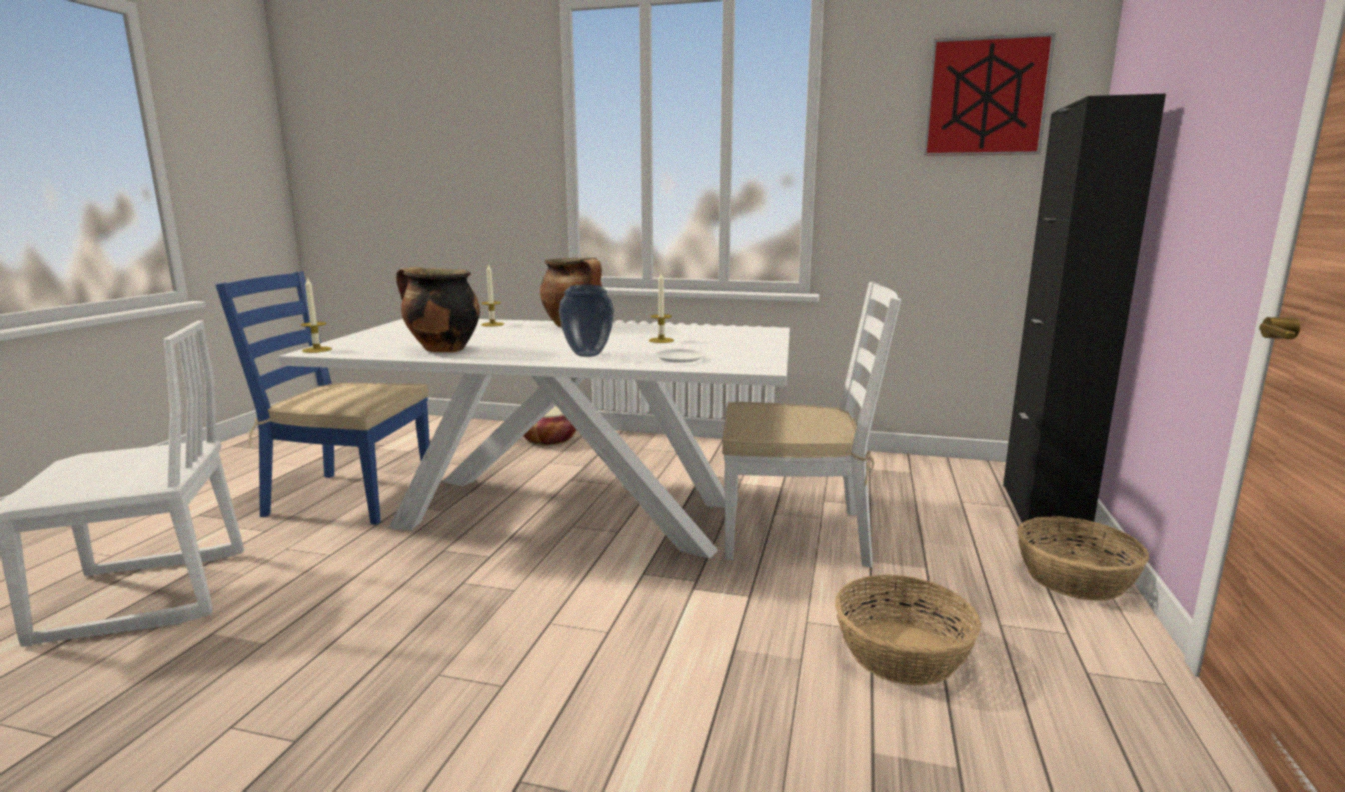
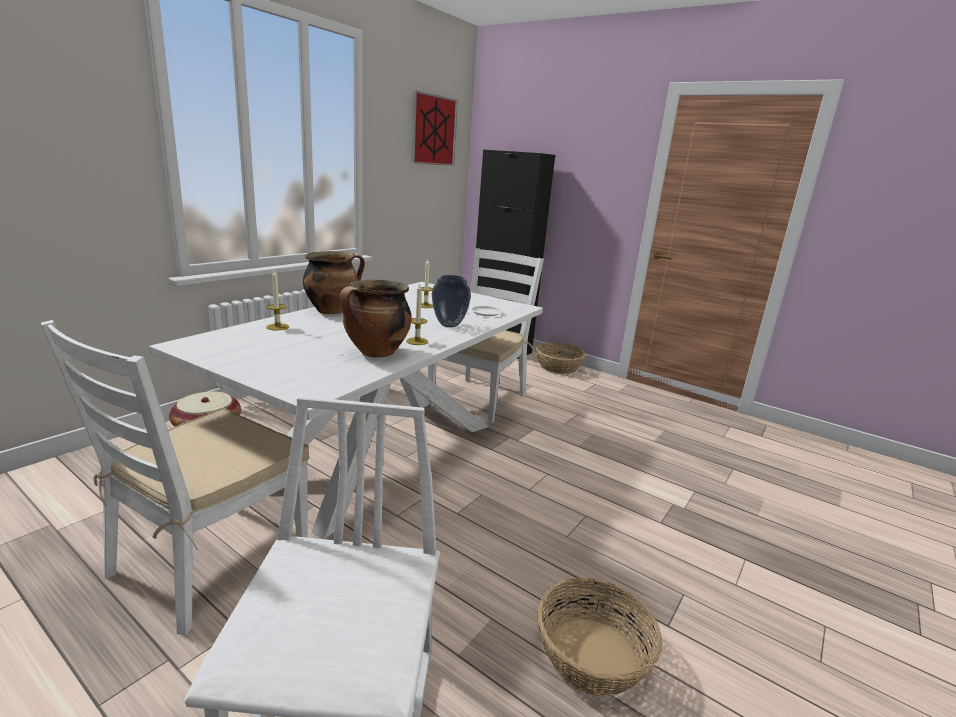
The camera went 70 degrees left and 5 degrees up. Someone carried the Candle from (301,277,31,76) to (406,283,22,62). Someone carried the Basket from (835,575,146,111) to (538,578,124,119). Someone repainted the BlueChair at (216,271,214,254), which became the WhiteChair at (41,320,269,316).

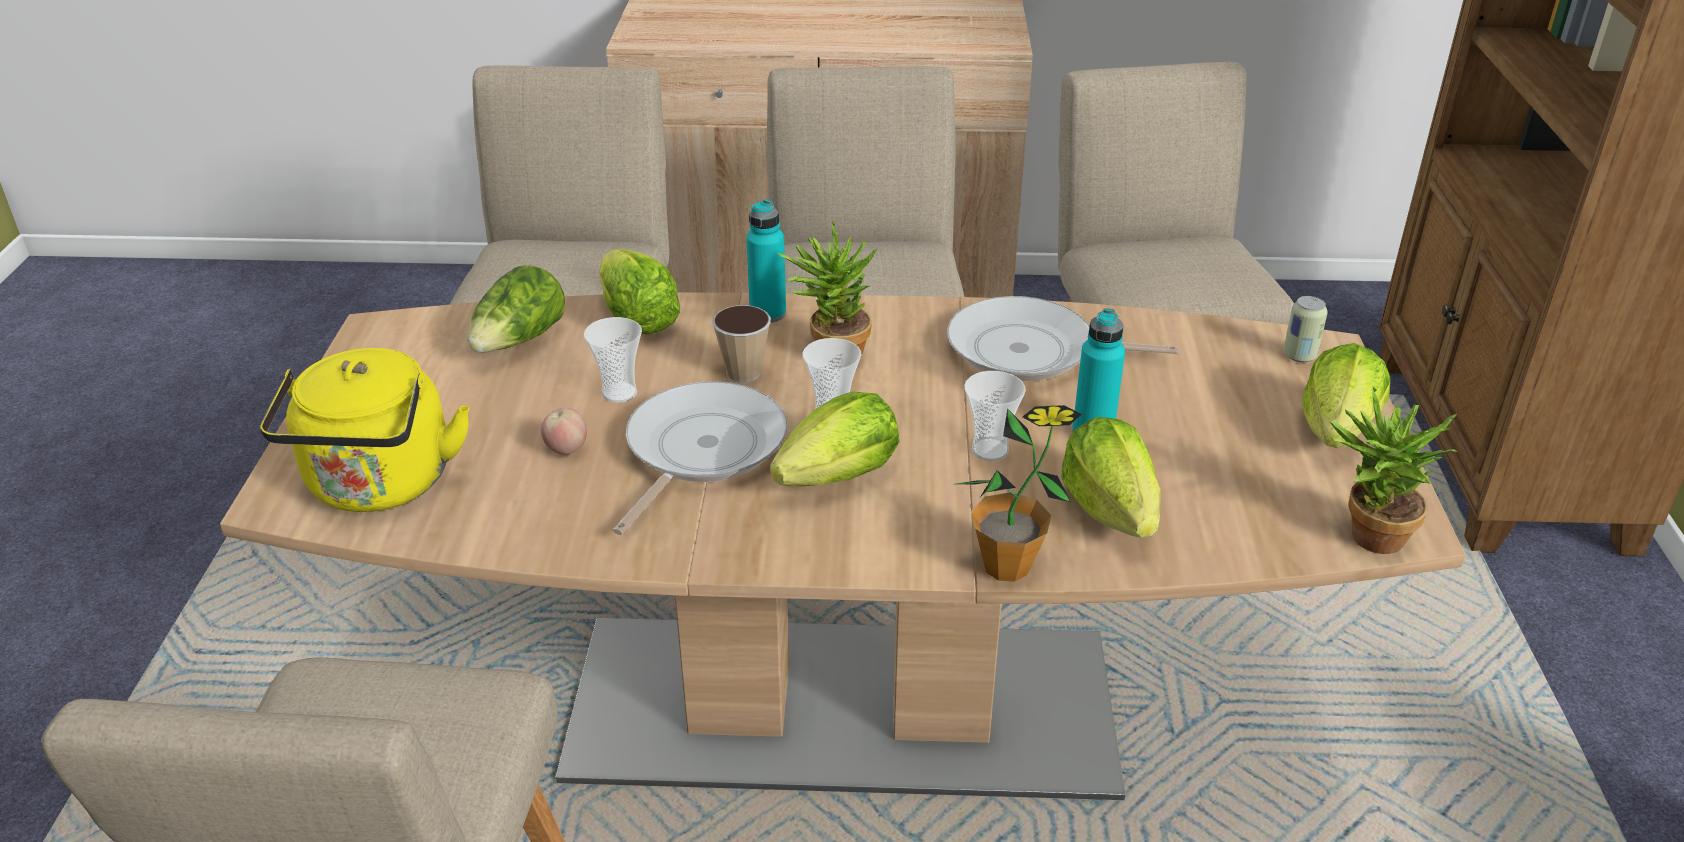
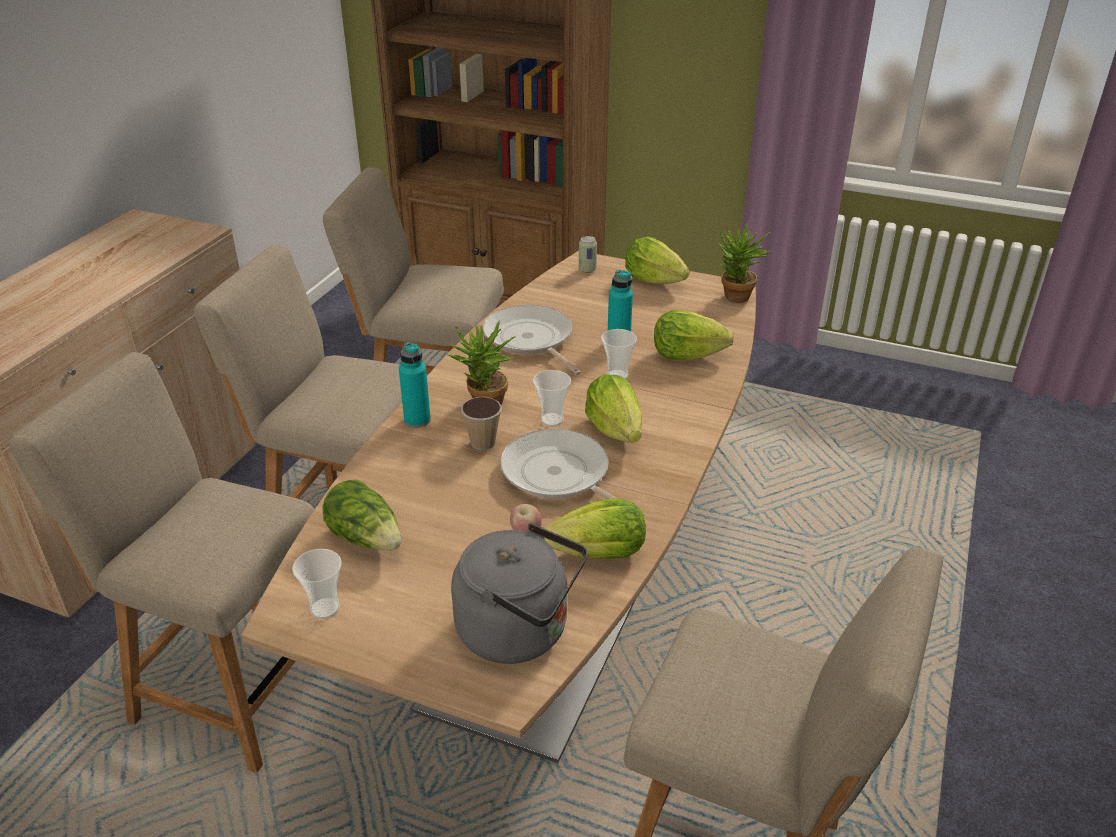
The camera went 70 degrees left and 0 degrees up. Someone took away the PottedPlant at (957,405,125,177). Someone carried the Cup from (584,317,58,86) to (292,549,49,70). Someone carried the Lettuce from (599,249,81,85) to (544,498,102,61). Someone repainted the YellowKettle at (260,348,210,164), which became the GreyKettle at (451,523,137,141). Someone rotated the FryingPan at (947,296,231,85) by 120 degrees clockwise.

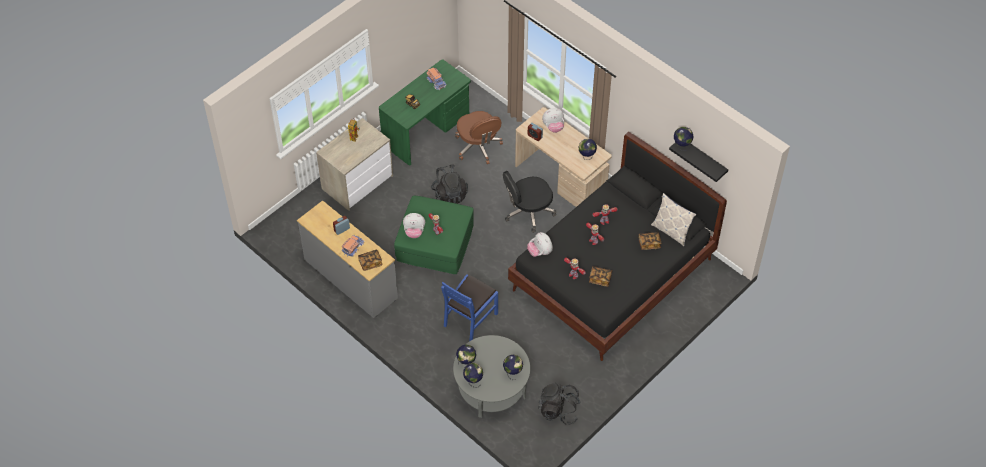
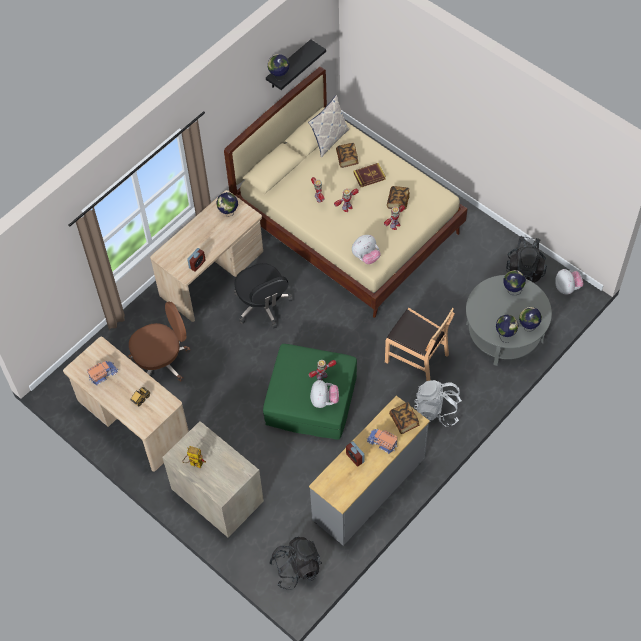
The camera went 90 degrees left and 5 degrees up. Someone put down the Book at (354,163,32,24). Someone put down the WhiteBackpack at (414,380,48,47). Someone carried the BlackBackpack from (431,164,37,40) to (269,537,53,53). Someone carried the PlushToy from (542,108,22,25) to (556,269,27,26). Someone repainted the GreenDesk at (379,59,92,106), which became the BeigeDesk at (63,337,126,135). Someone repainted the BlueChair at (441,274,57,67), which became the BrownChair at (385,308,70,73). Someone repainted the BlackBed at (508,132,219,229), which became the BeigeBed at (224,67,244,251).

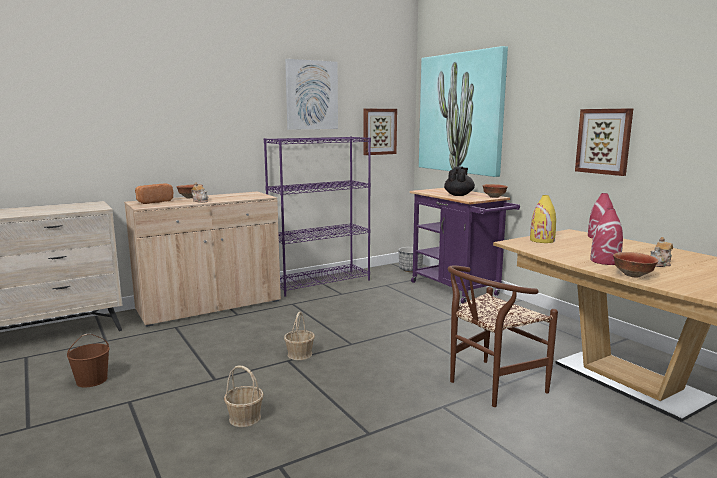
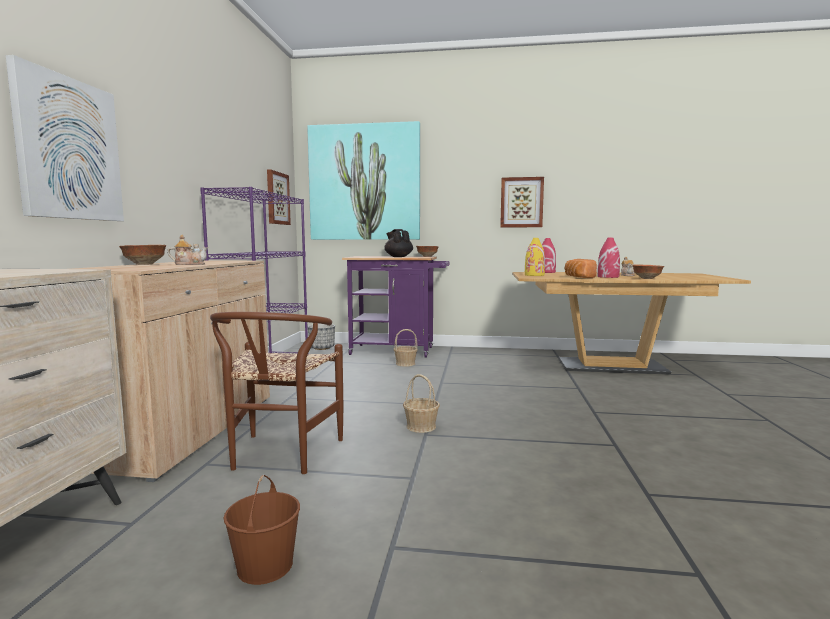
The camera went 50 degrees left and 5 degrees down. Someone carried the Bread from (135,184,38,20) to (565,259,32,19). Someone carried the Basket from (224,366,40,61) to (394,329,24,38). Someone carried the Picture from (285,59,53,71) to (5,55,119,166). Someone carried the BrownChair from (448,266,110,141) to (210,312,133,162).

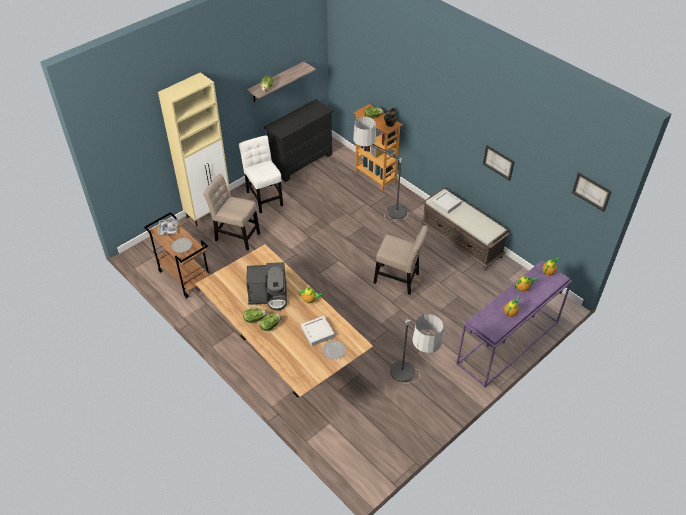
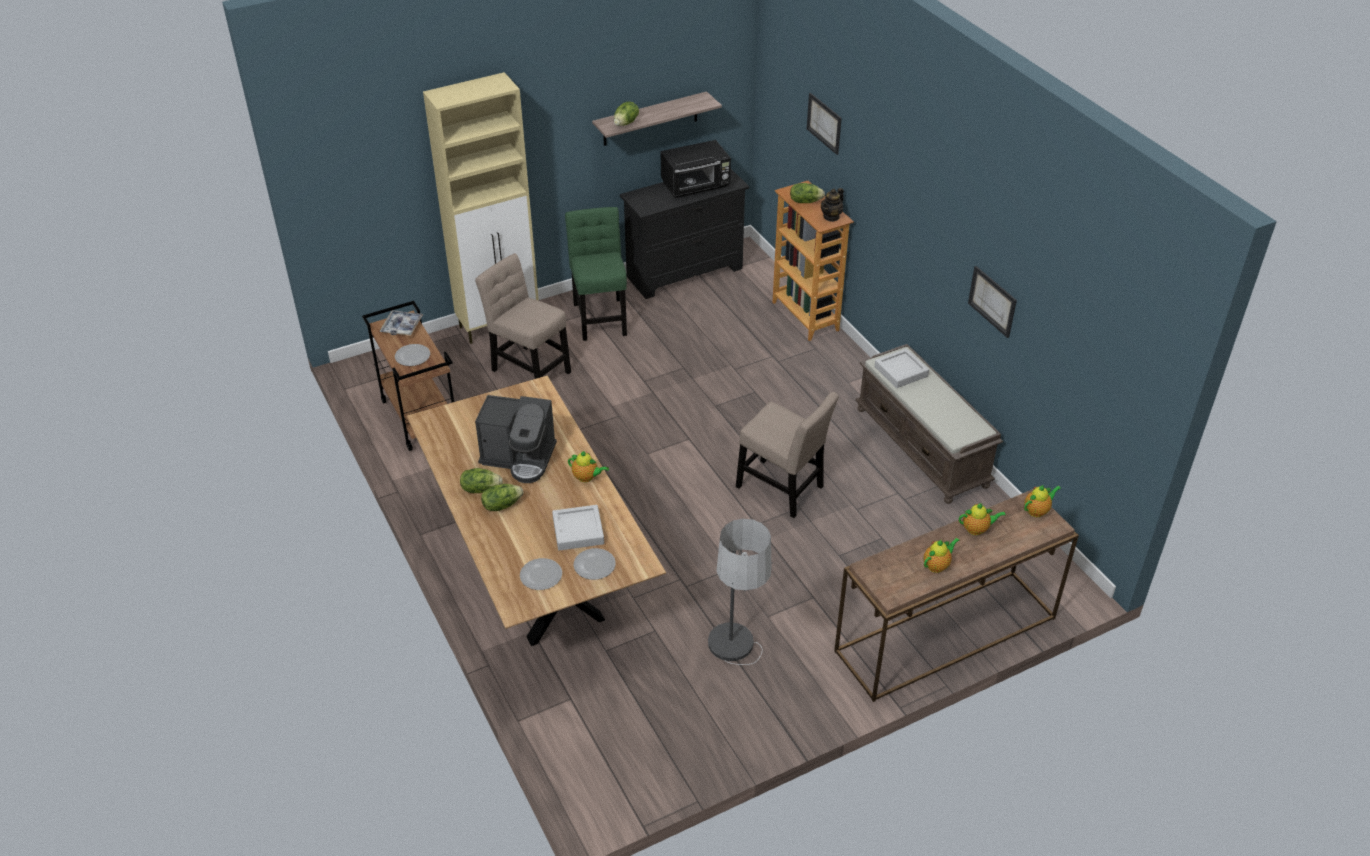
The camera went 15 degrees right and 5 degrees down. Someone took away the FloorLamp at (353,117,56,105). Someone put down the Plate at (520,558,42,32). Someone put down the BlackMicrowave at (661,140,70,58). Someone carried the Picture from (572,172,40,40) to (807,93,35,62). Someone repainted the WhiteChair at (239,135,44,78), which became the GreenChair at (565,207,62,134). Someone repainted the PurpleConsoleTable at (456,260,116,127), which became the BrownConsoleTable at (834,489,245,213).

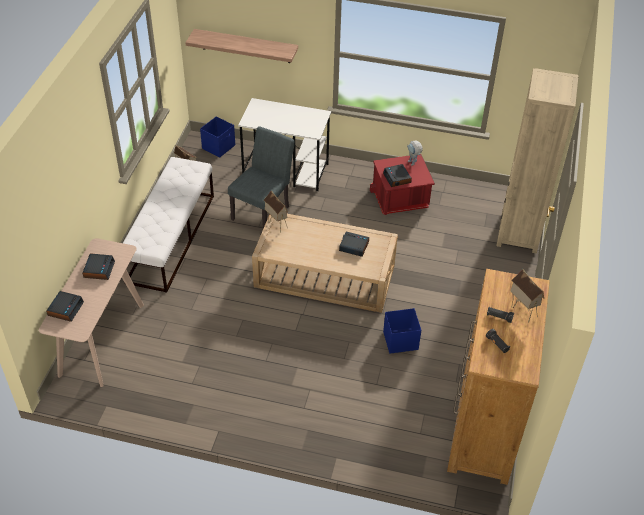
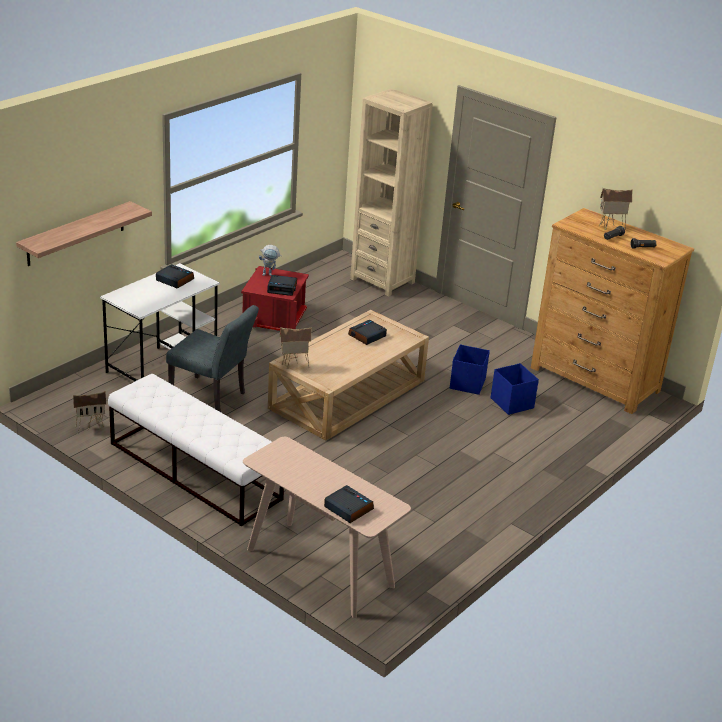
The camera went 65 degrees left and 15 degrees down. Someone carried the AlarmClock from (82,254,33,26) to (156,264,38,25). Someone carried the BlueStorageBox from (200,116,35,42) to (491,363,48,52). Someone rotated the GreyChair at (228,126,67,103) by 150 degrees clockwise.

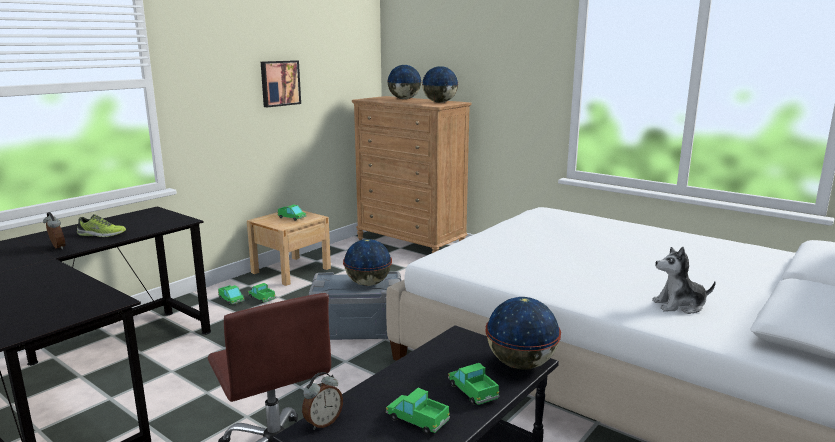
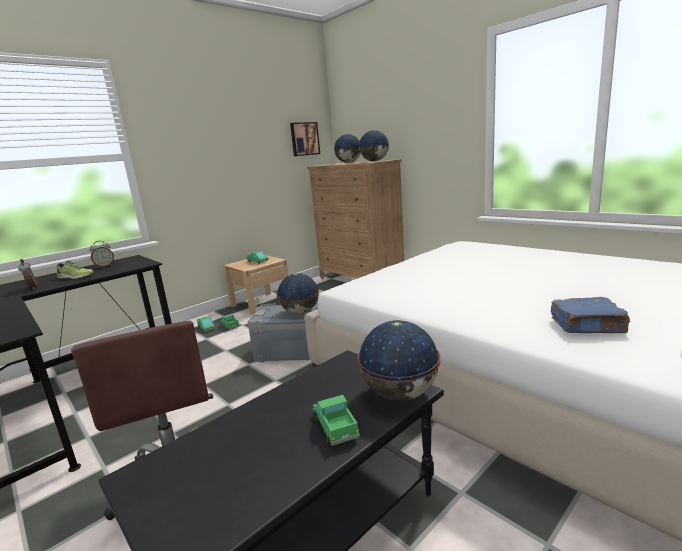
The camera went 10 degrees right and 0 degrees up. Someone took away the ToyTruck at (386,388,64,47). Someone carried the Picture from (261,60,40,47) to (290,122,30,34). Someone carried the AlarmClock from (302,372,41,58) to (90,241,24,27). Someone swapped the PlushToy at (652,247,64,67) for the BlueBook at (551,297,79,36).

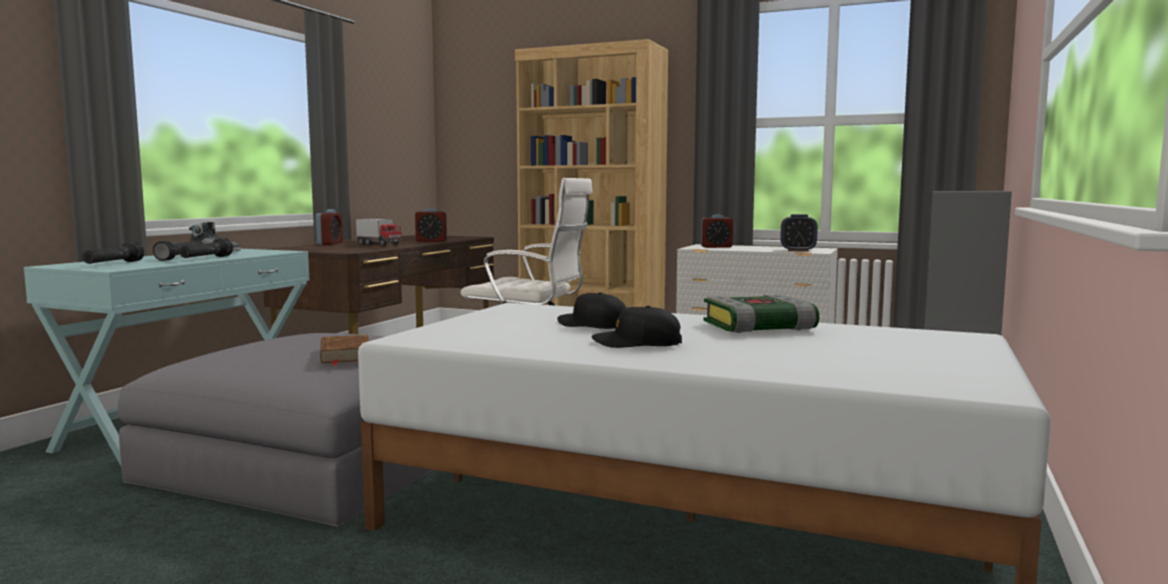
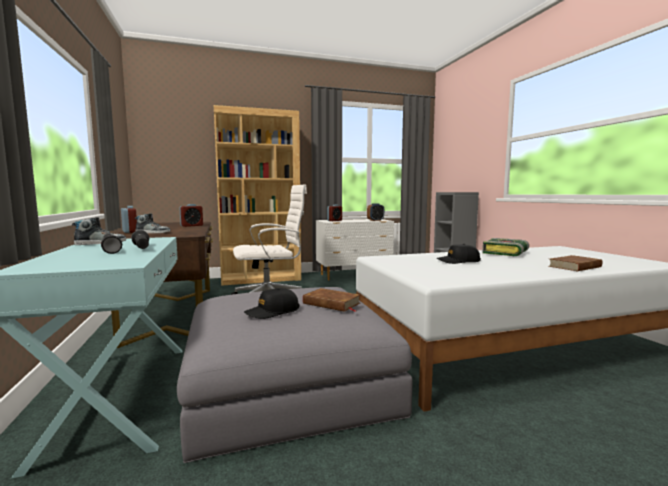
The camera went 40 degrees left and 0 degrees up. Someone took away the BlackFlashlight at (82,242,62,22). Someone took away the ToyTruck at (356,219,47,27). Someone put down the Shoe at (135,214,35,19). Someone put down the BrownBook at (548,255,54,16). Someone carried the BlackCap from (592,306,90,42) to (244,288,55,31).

